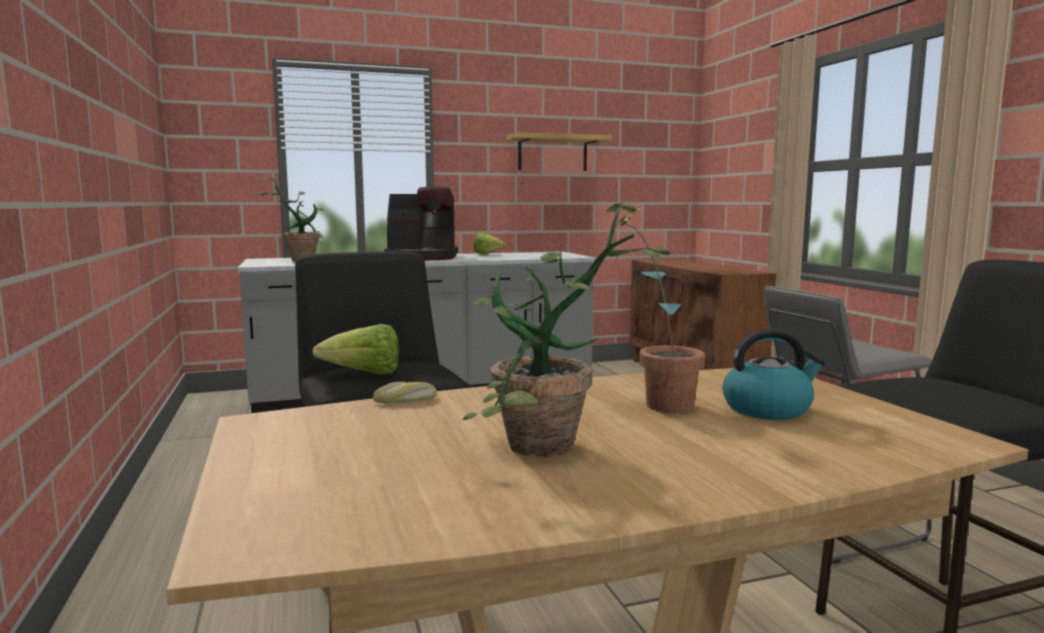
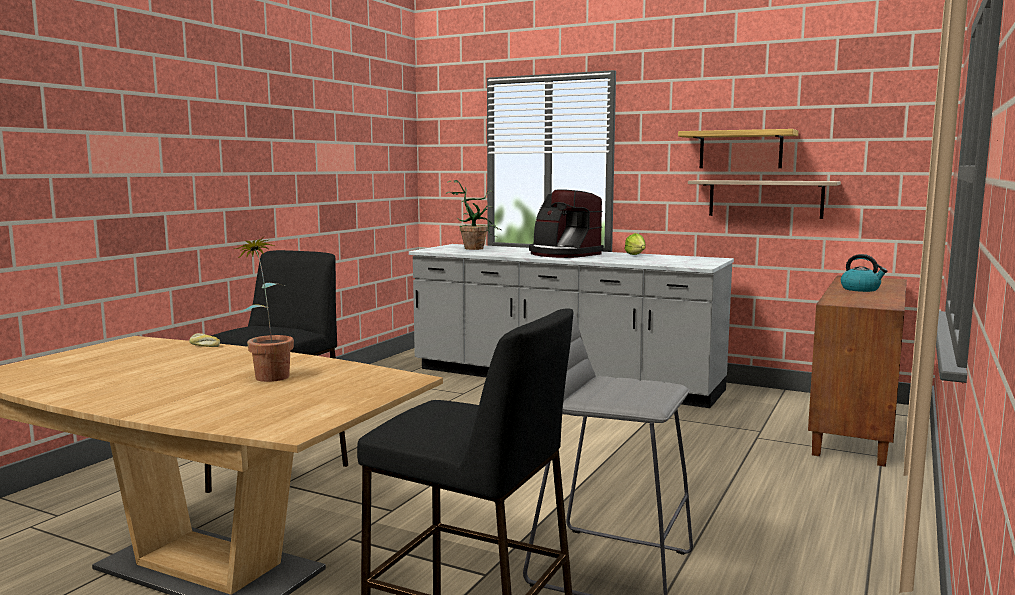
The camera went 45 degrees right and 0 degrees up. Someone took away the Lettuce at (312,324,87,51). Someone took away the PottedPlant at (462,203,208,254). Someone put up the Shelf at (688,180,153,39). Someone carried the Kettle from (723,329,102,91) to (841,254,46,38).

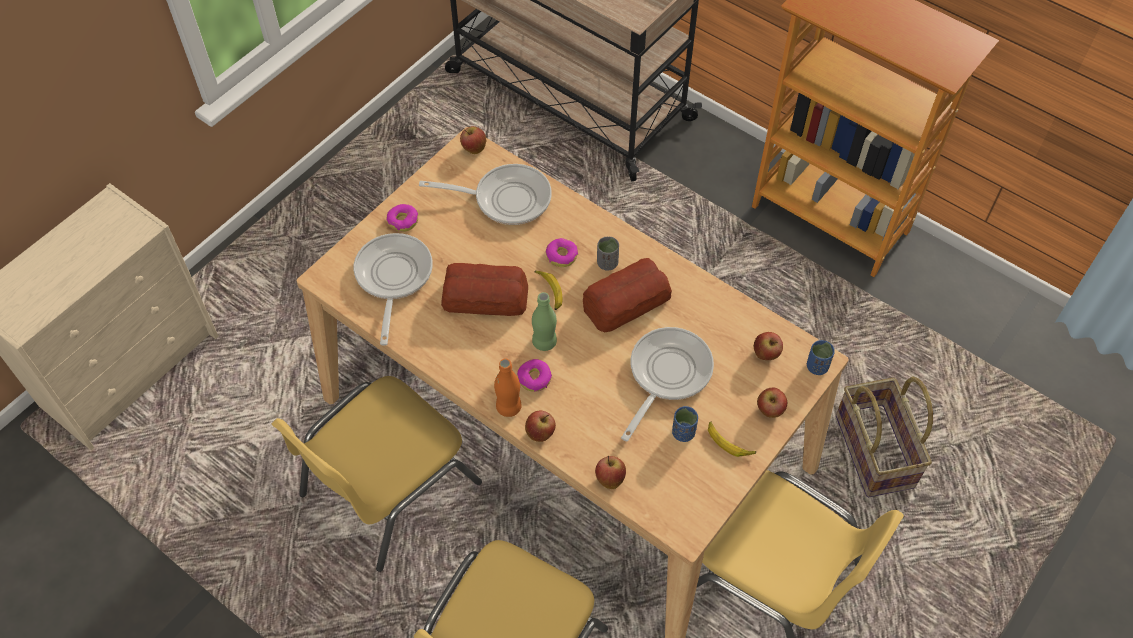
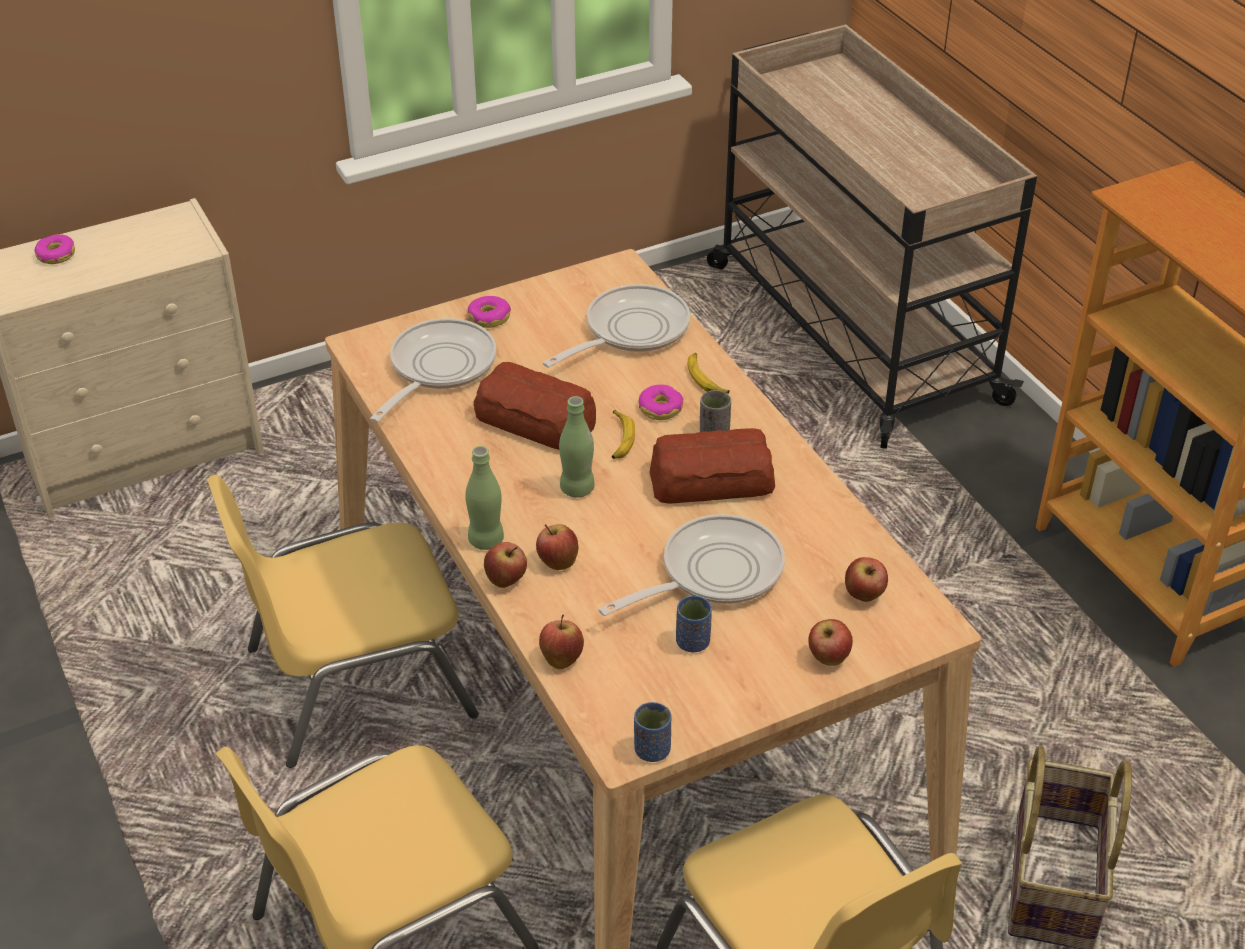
The camera went 25 degrees right and 15 degrees down. Someone carried the Apple from (460,126,26,28) to (536,524,42,46). Someone carried the Donut from (517,359,35,33) to (34,234,41,30). Someone carried the Banana from (708,422,48,35) to (688,353,42,41). Someone carried the BlueCup from (807,340,28,35) to (634,702,37,60). Someone repainted the OrangeBottle at (494,358,28,59), which became the GreenBottle at (465,446,39,104). Someone rotated the FryingPan at (419,164,133,61) by 75 degrees counterclockwise.

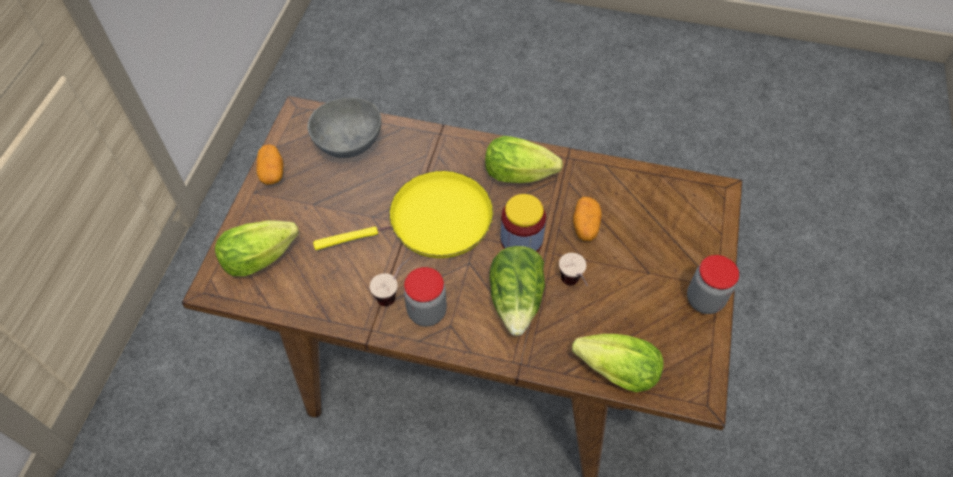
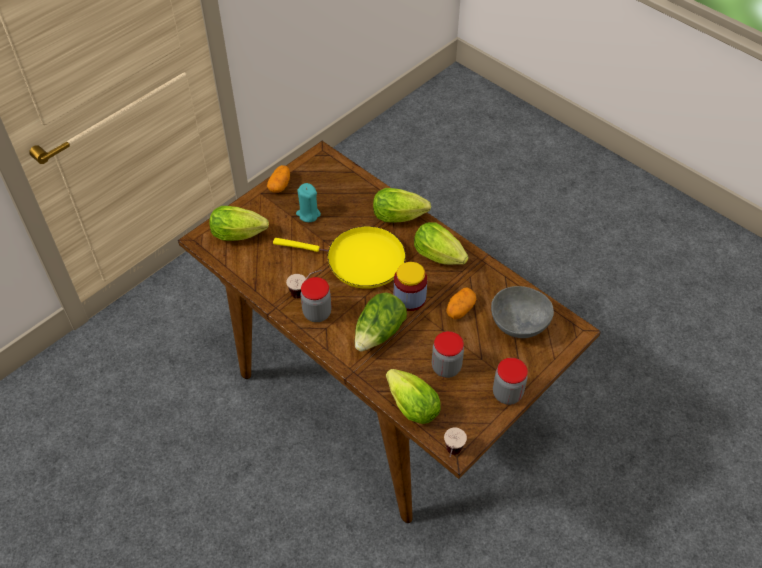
The camera went 30 degrees right and 5 degrees down. Someone put down the TurquoiseCandle at (296,183,25,39). Someone put down the Lettuce at (373,188,58,34). Someone put down the Jar at (432,331,32,47). Someone carried the GreyBowl from (307,98,74,60) to (491,286,63,52). Someone carried the Cup from (559,253,29,33) to (444,428,23,29).

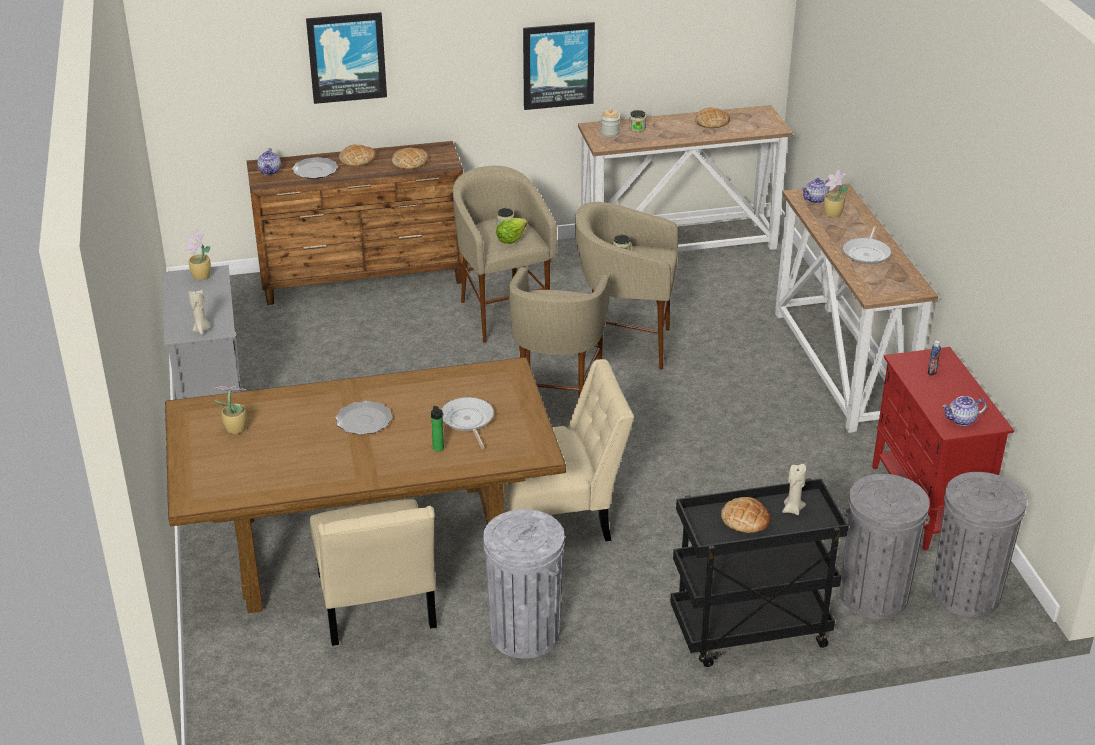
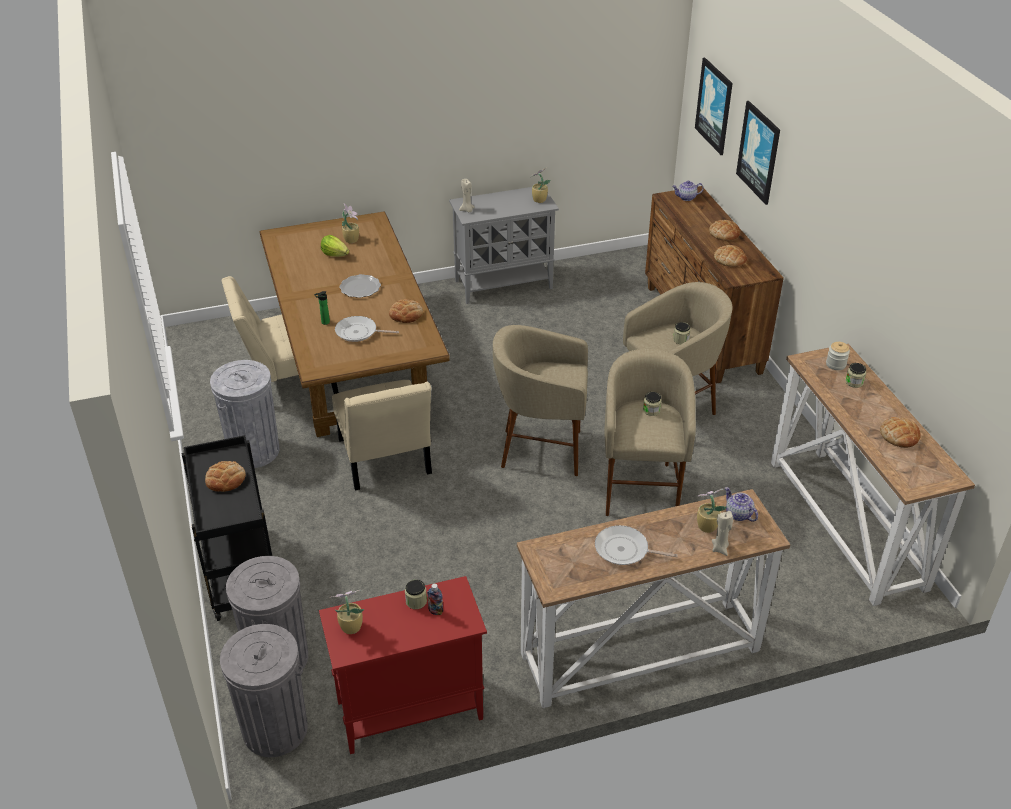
The camera went 85 degrees right and 5 degrees up. Someone took away the Plate at (292,157,46,22). Someone put down the Bread at (389,299,34,24). Someone put down the Jar at (405,580,22,29). Someone carried the Lettuce from (496,218,31,26) to (321,235,28,22). Someone carried the Picture from (523,22,72,88) to (695,58,38,97). Someone carried the BeigeCandle from (782,464,25,51) to (712,511,21,45). Someone swapped the Teapot at (942,396,45,30) for the PottedPlant at (330,590,34,44). Someone rotated the FryingPan at (441,397,53,52) by 150 degrees counterclockwise.

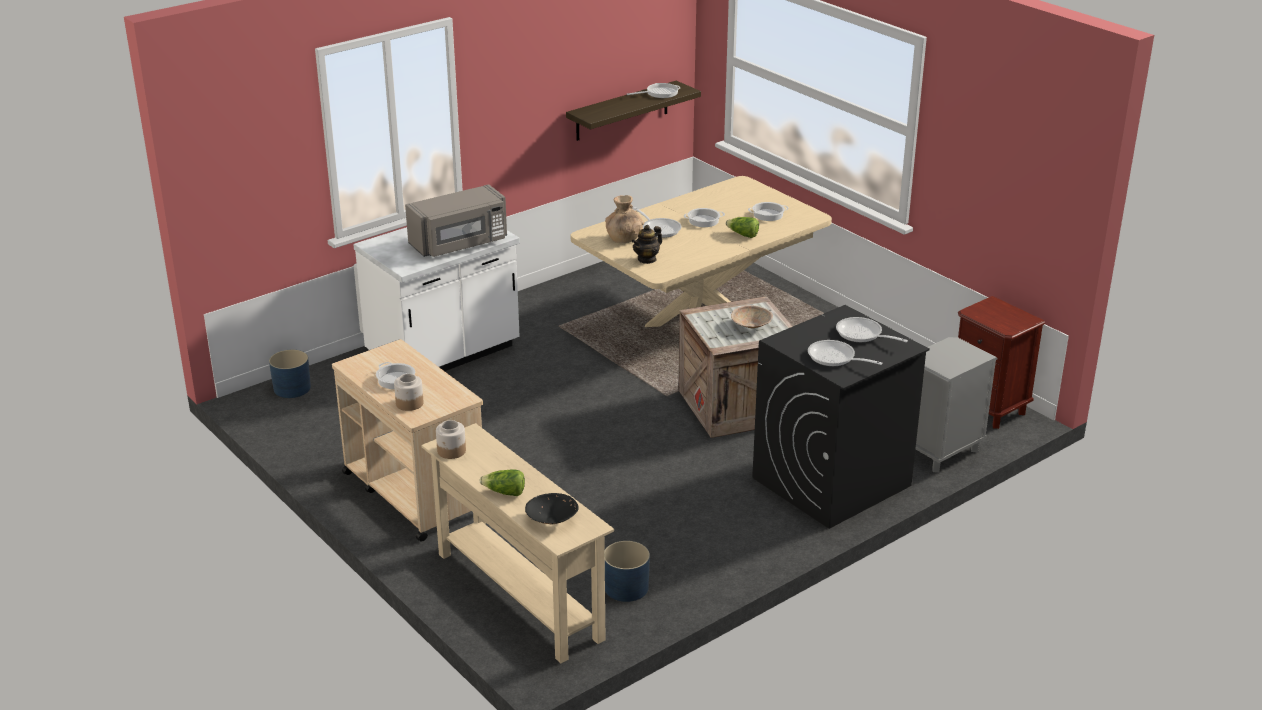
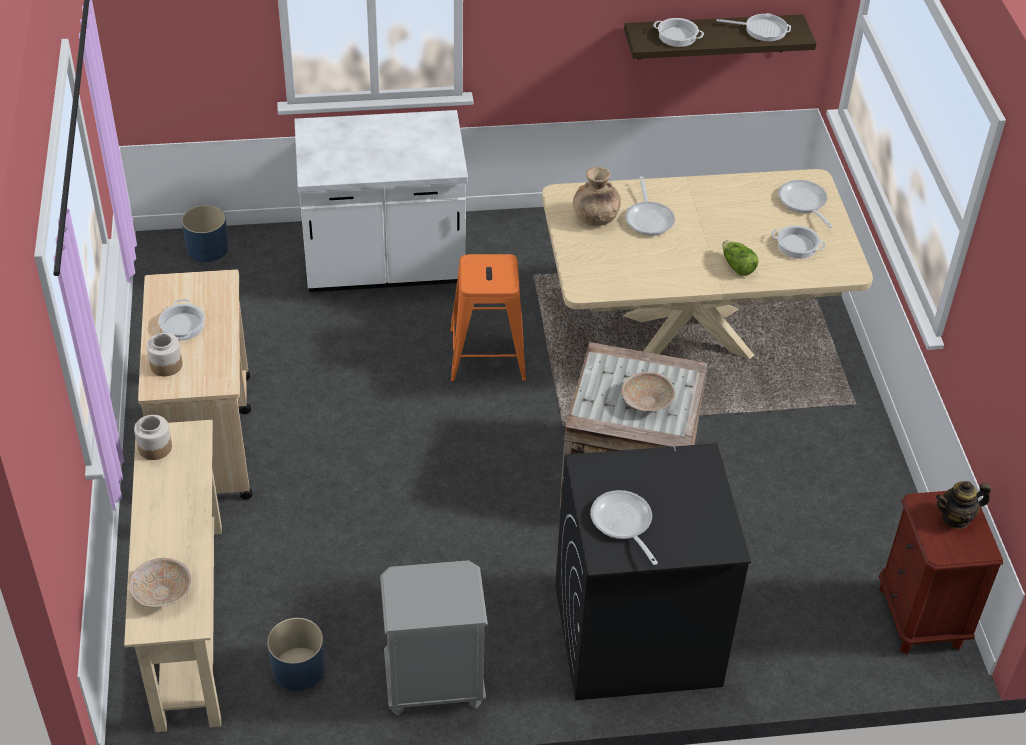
The camera went 30 degrees right and 15 degrees up. Someone took away the GreyMicrowave at (405,184,102,73). Someone took away the Lettuce at (480,469,45,27). Someone put down the OrangeStool at (450,254,76,128). Someone carried the Teapot from (632,225,30,39) to (936,481,55,48). Someone carried the CookingPot from (684,208,41,19) to (653,18,51,29). Someone carried the FryingPan from (836,317,72,25) to (779,180,54,48). Someone carried the GreyNightstand from (916,337,82,136) to (380,560,108,156). Someone repainted the BlackBowl at (525,493,54,31), which became the BeigeBowl at (129,558,62,49).

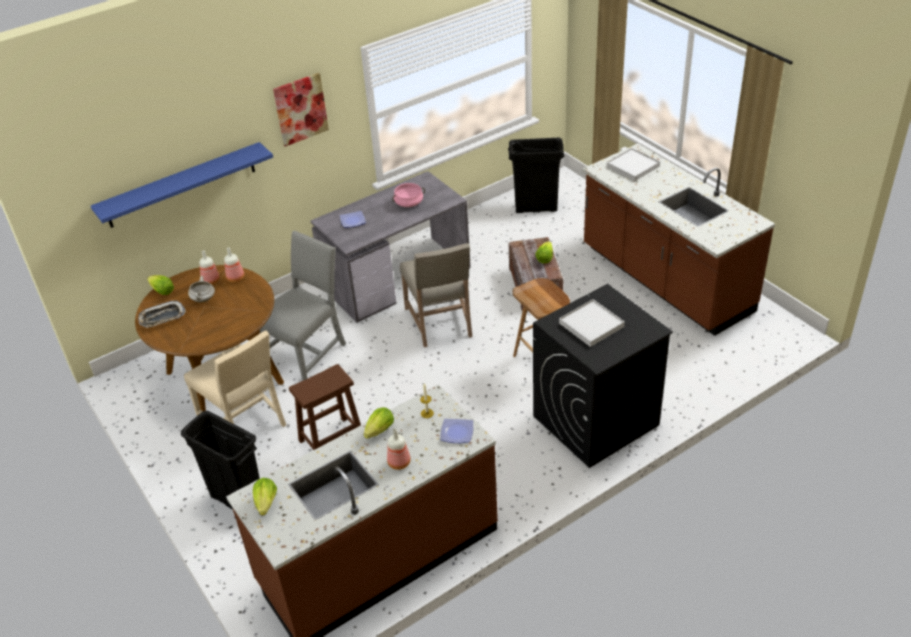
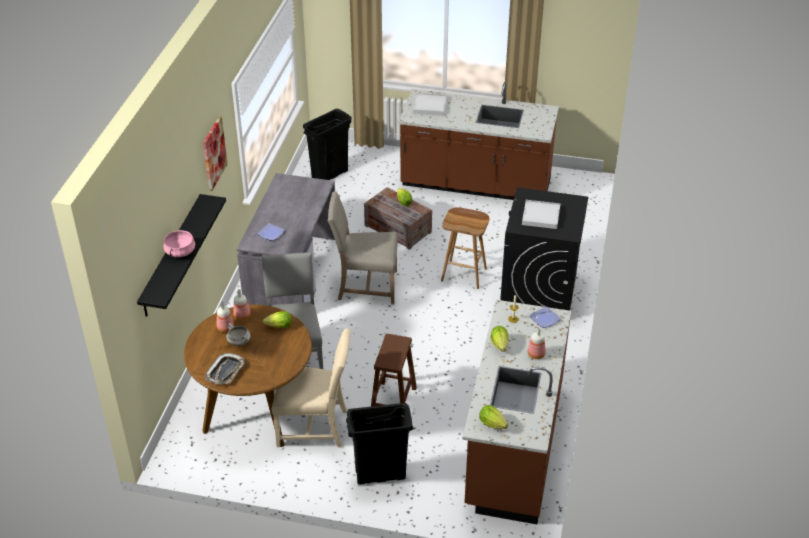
The camera went 45 degrees left and 0 degrees up. Someone carried the Lettuce from (147,275,27,20) to (263,311,29,17). Someone carried the PinkCookingPot from (392,183,33,24) to (163,230,32,27). Someone repainted the BlueShelf at (91,142,182,86), which became the BlackShelf at (137,194,89,123). Someone rotated the BeigeChair at (400,243,72,104) by 150 degrees clockwise.

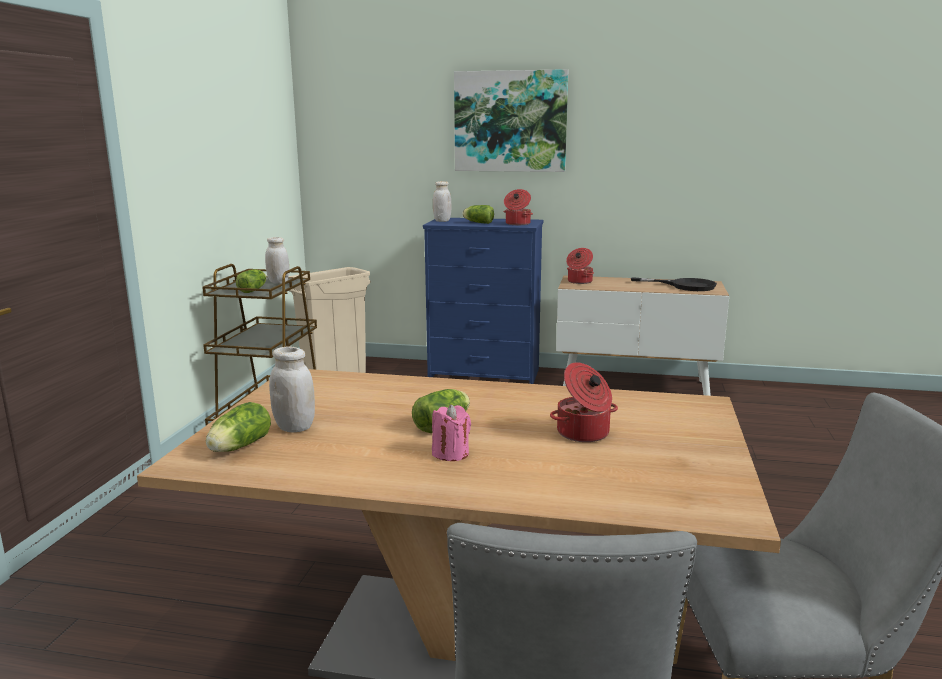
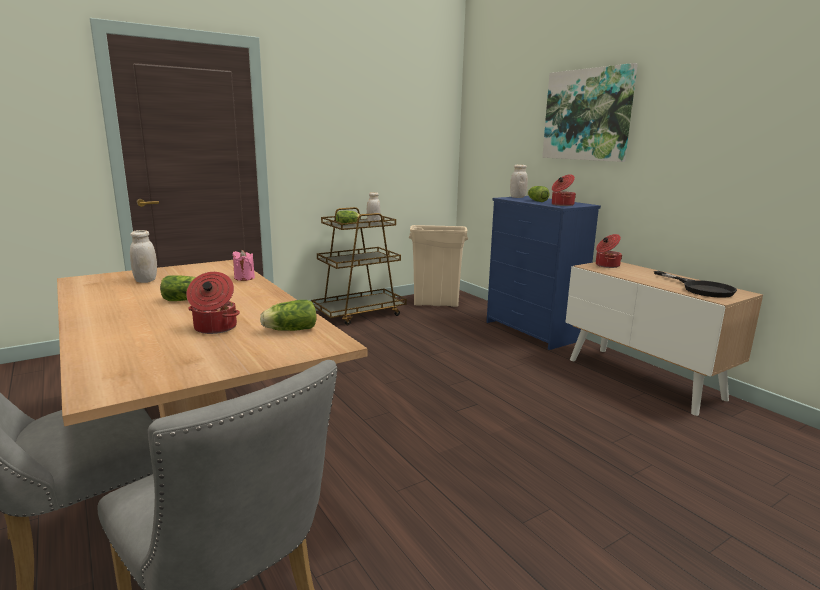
The camera went 45 degrees right and 0 degrees up. Someone carried the Lettuce from (206,402,65,50) to (260,300,57,31). Someone carried the PinkCandle from (432,404,39,57) to (232,250,23,31).

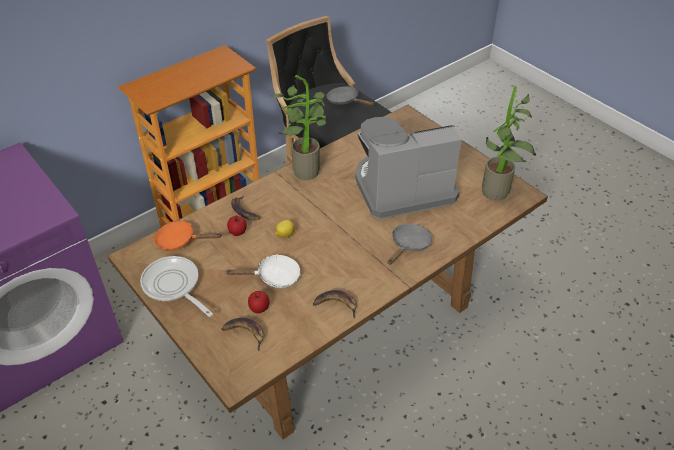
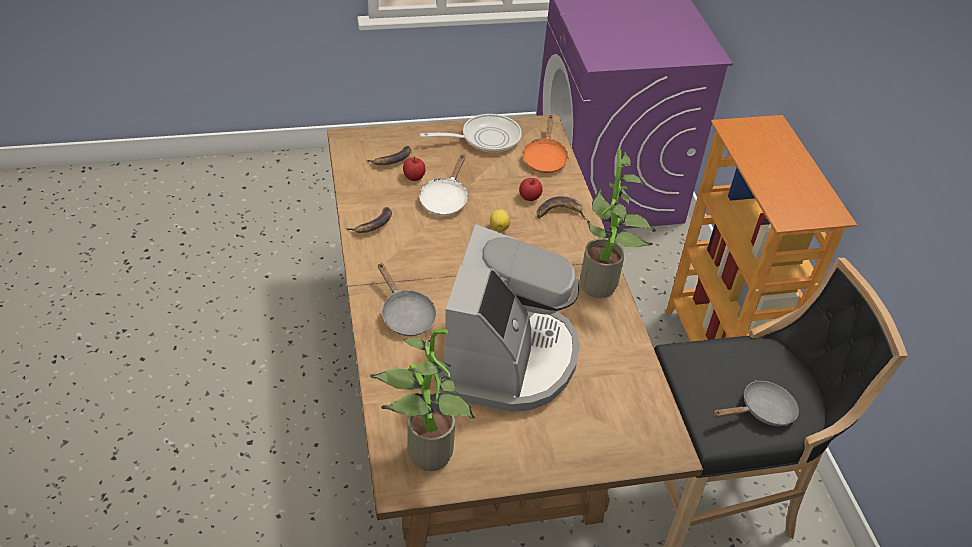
The camera went 115 degrees right and 0 degrees up. Someone rotated the OrangeFryingPan at (154,220,68,31) by 150 degrees clockwise.

